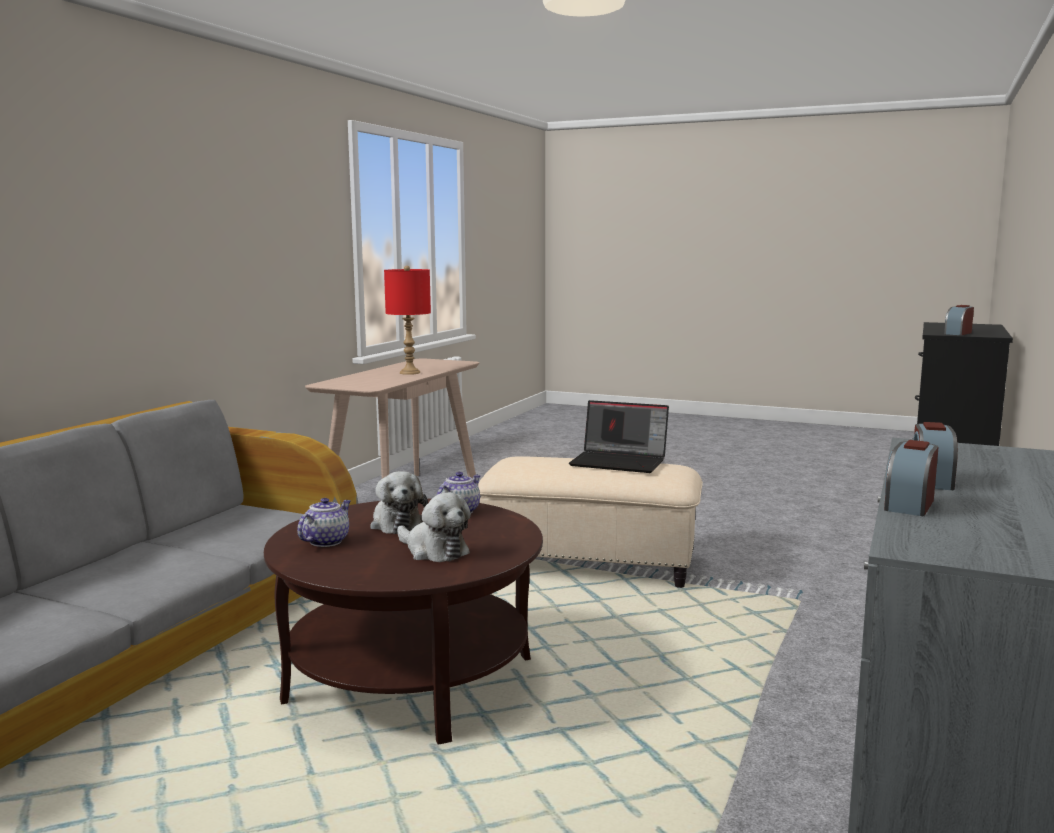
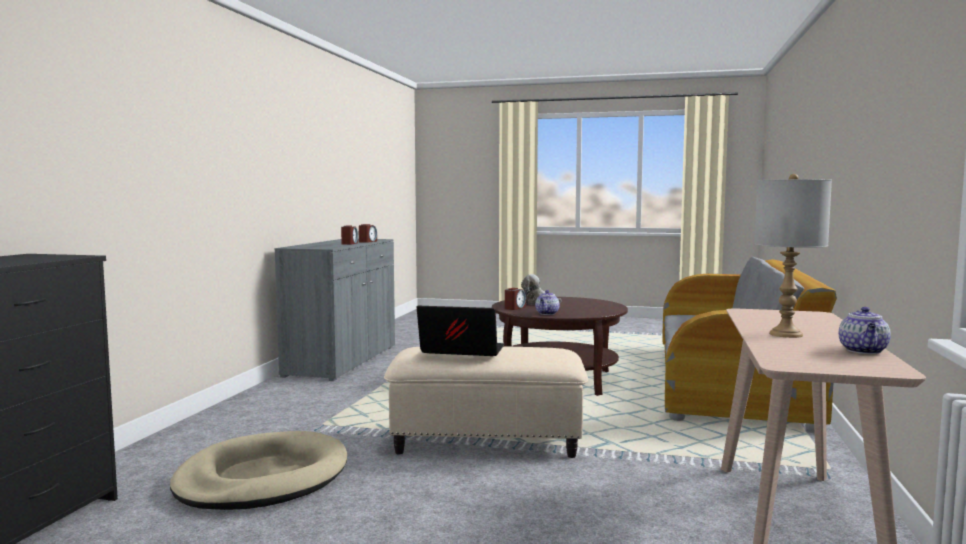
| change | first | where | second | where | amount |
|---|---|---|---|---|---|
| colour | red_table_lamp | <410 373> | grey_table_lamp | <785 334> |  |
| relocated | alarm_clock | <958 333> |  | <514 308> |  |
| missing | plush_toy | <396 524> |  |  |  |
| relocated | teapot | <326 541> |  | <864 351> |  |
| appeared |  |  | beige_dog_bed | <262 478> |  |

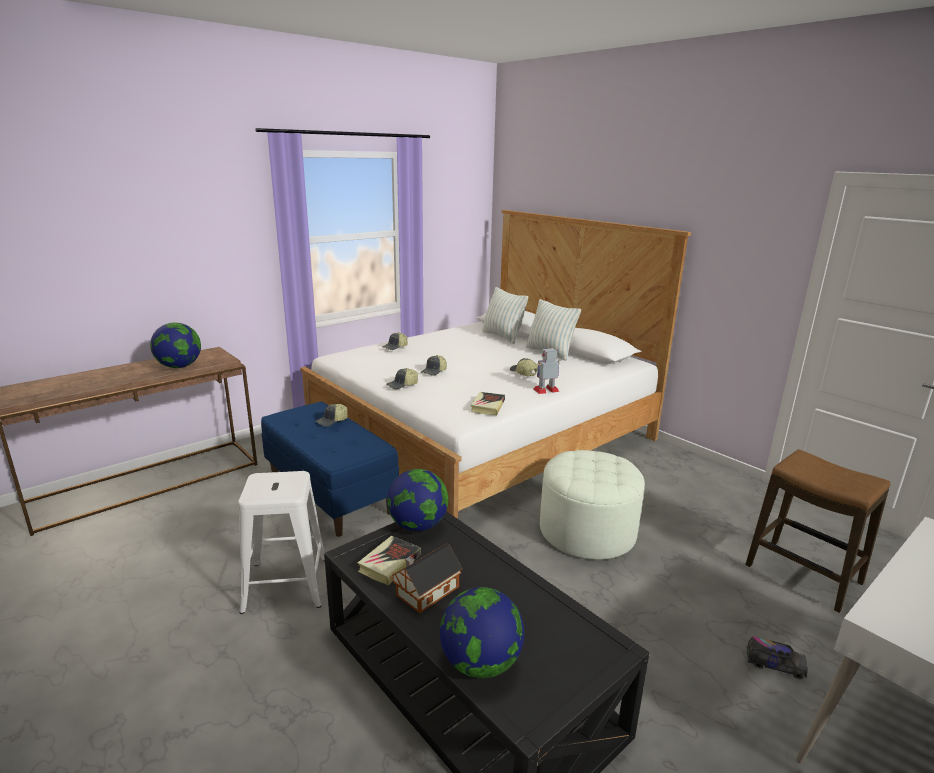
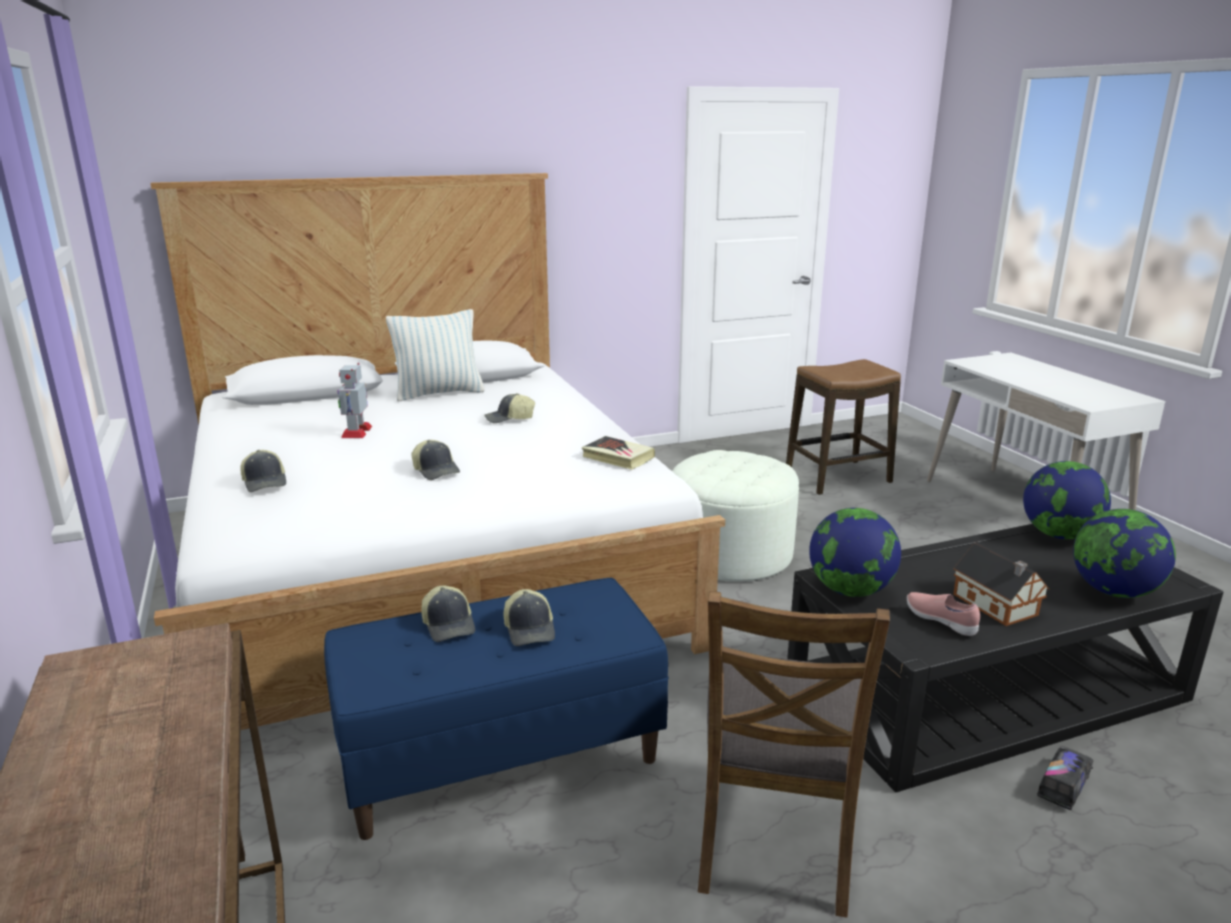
| change | first | where | second | where | amount |
|---|---|---|---|---|---|
| missing | pillow | <502 336> |  |  |  |
| relocated | globe | <179 366> |  | <1059 535> |  |
| relocated | toy_robot | <546 390> |  | <356 432> |  |
| relocated | cap | <402 385> |  | <530 630> |  |
| exchanged | white_stool | <286 584> | brown_chair | <775 836> |  |
| exchanged | book | <389 563> | pink_shoe | <941 621> |  |
| relocated | toy_truck | <774 664> |  | <1063 785> |  |

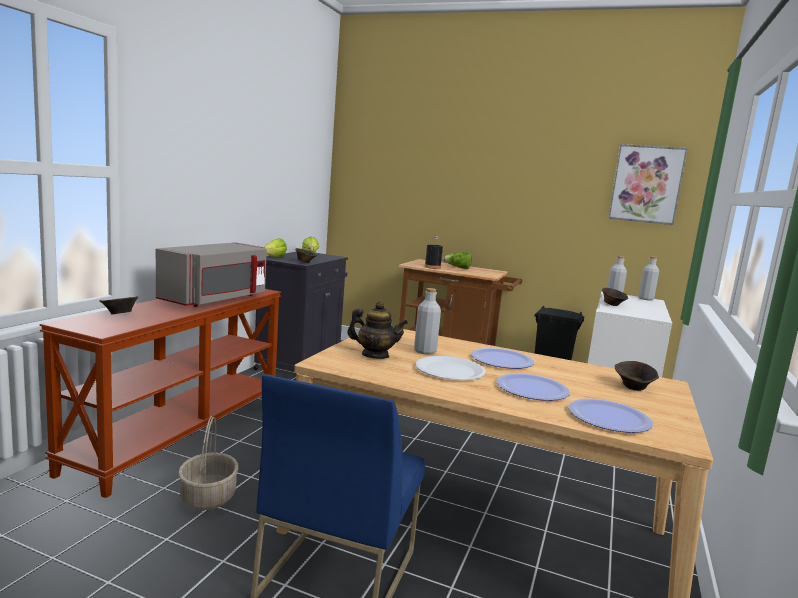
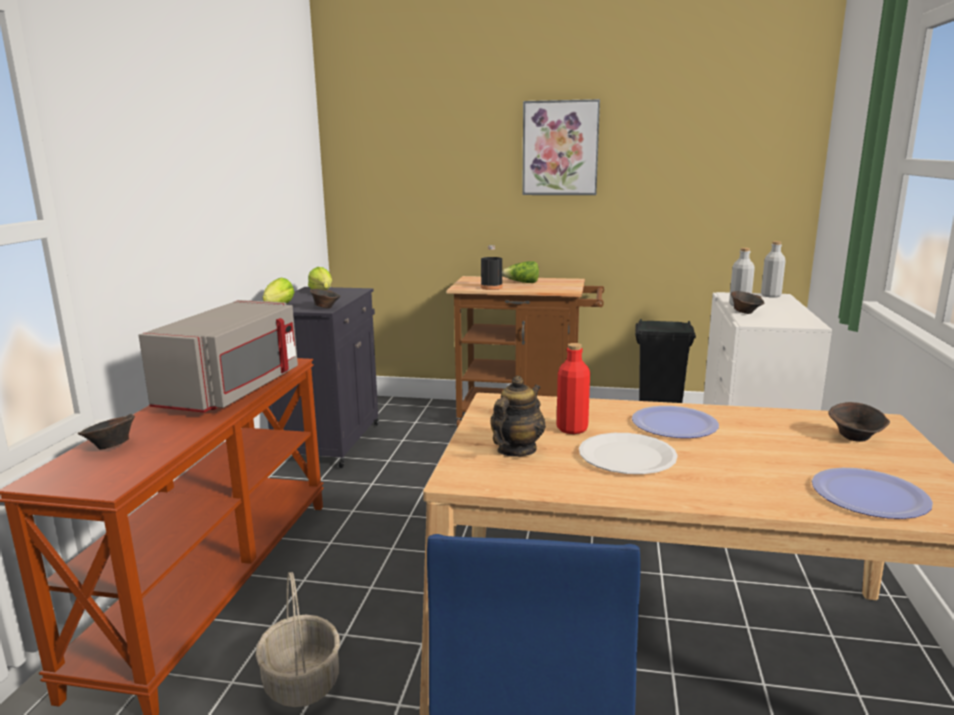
| change | first | where | second | where | amount |
|---|---|---|---|---|---|
| relocated | picture | <646 184> |  | <560 148> |  |
| colour | grey_bottle | <425 351> | red_bottle | <572 429> |  |
| spun | teapot | <375 355> |  | <516 450> | 60 degrees counterclockwise |
| missing | plate | <532 389> |  |  |  |

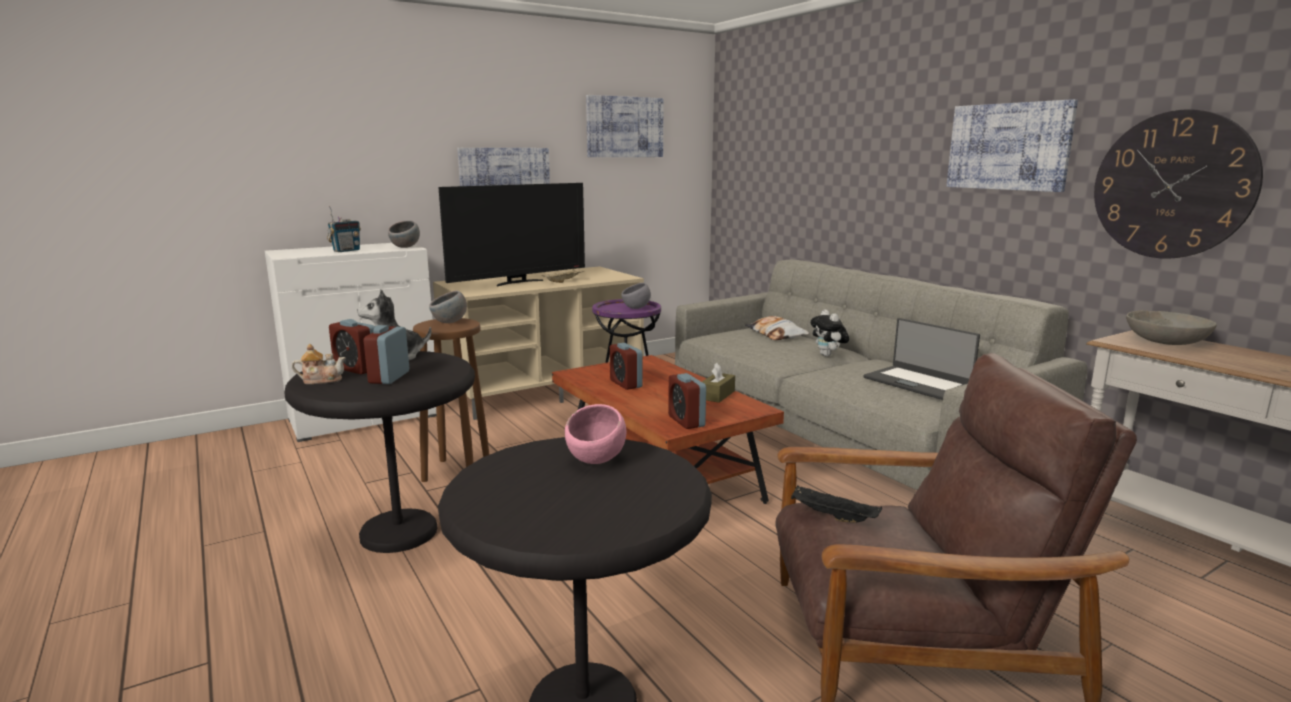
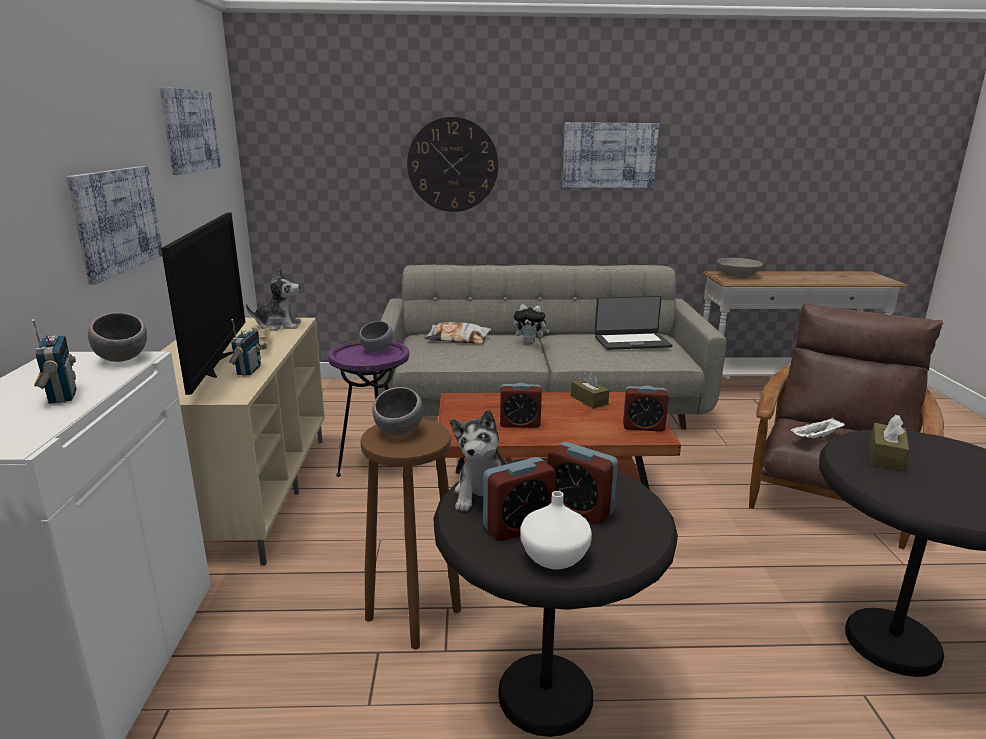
| change | first | where | second | where | amount |
|---|---|---|---|---|---|
| relocated | wall_clock | <1172 185> |  | <452 165> |  |
| exchanged | teapot | <321 380> | white_vase | <553 558> |  |
| exchanged | pink_bowl | <596 460> | brown_tissue_box | <885 456> |  |
| colour | black_tray | <832 517> | white_tray | <816 438> |  |
| appeared |  |  | plush_toy | <278 325> |  |
| appeared |  |  | radio | <248 370> |  |

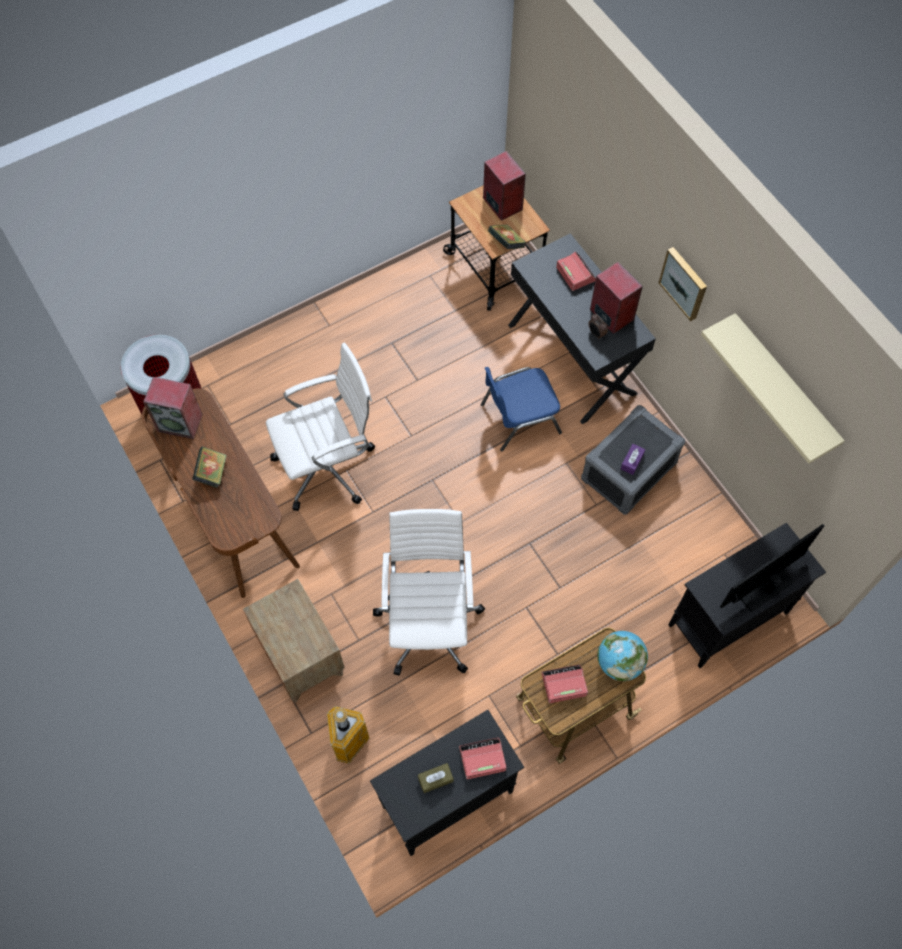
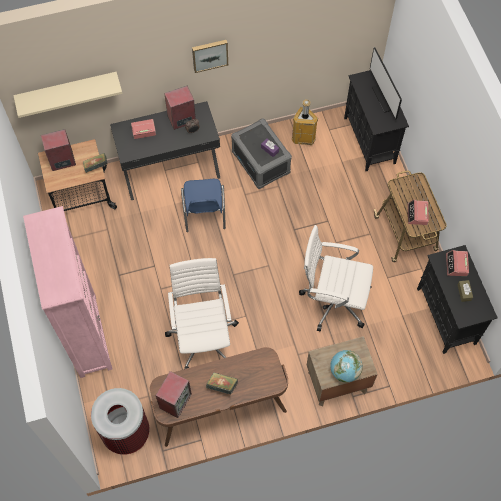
| change | first | where | second | where | amount |
|---|---|---|---|---|---|
| relocated | beige_shelf | <783 385> |  | <67 90> |  |
| relocated | globe | <619 662> |  | <344 371> |  |
| relocated | trash_can | <348 743> |  | <303 138> |  |
| appeared |  |  | pink_bookcase | <88 335> |  |

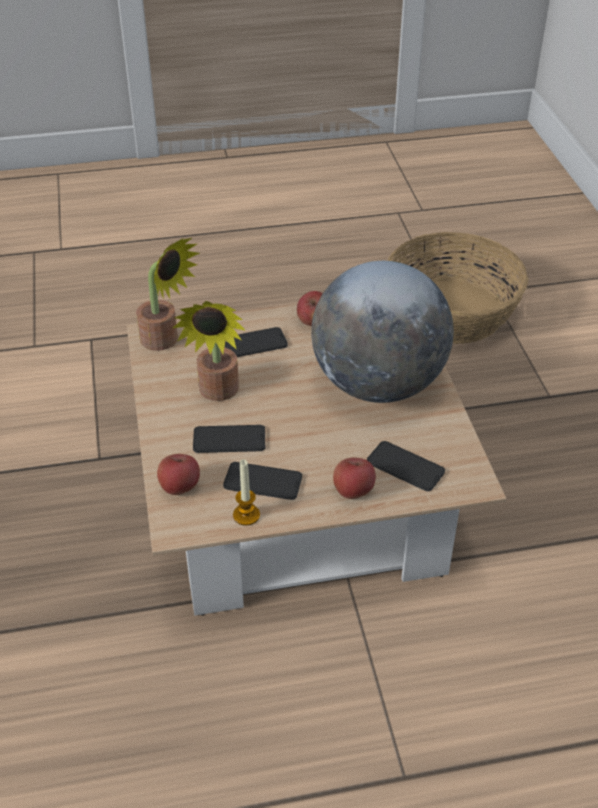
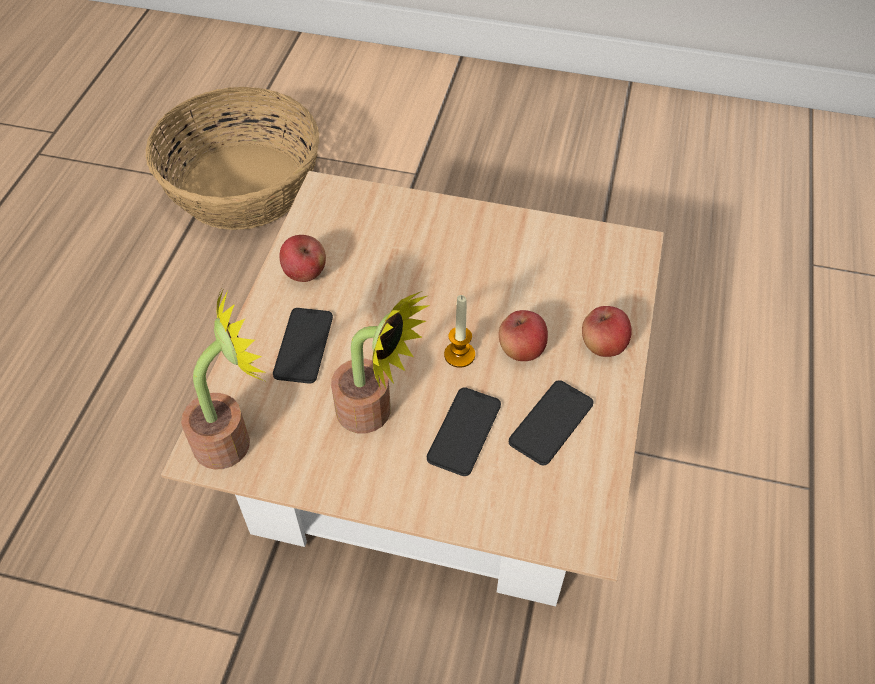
| change | first | where | second | where | amount |
|---|---|---|---|---|---|
| missing | globe | <377 384> |  |  |  |
| missing | phone | <405 466> |  |  |  |
| relocated | apple | <179 487> |  | <521 350> |  |
| relocated | candle | <246 515> |  | <459 355> |  |

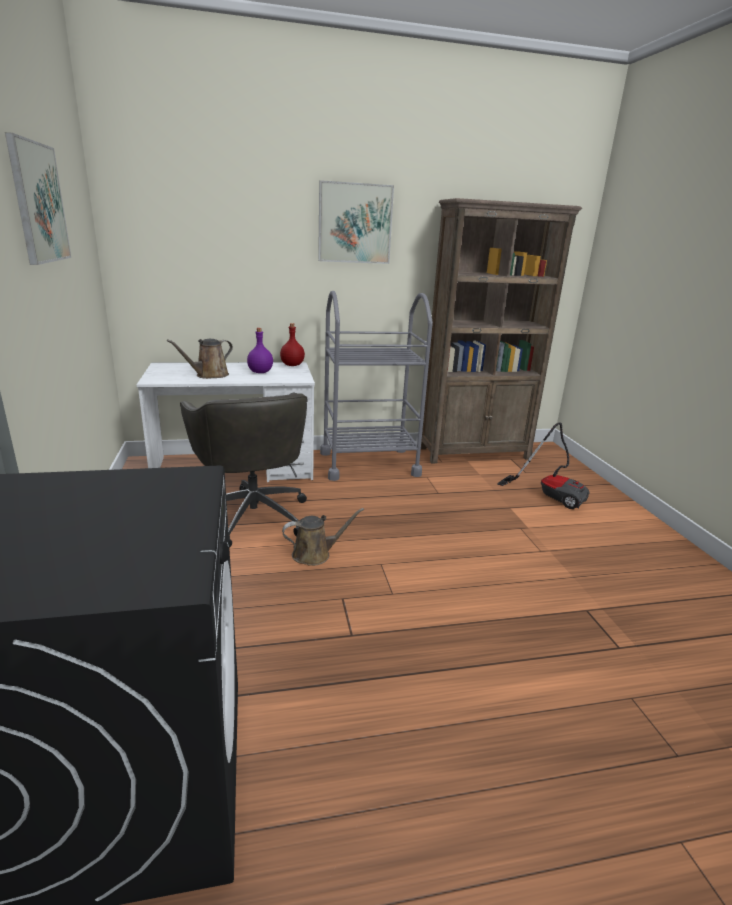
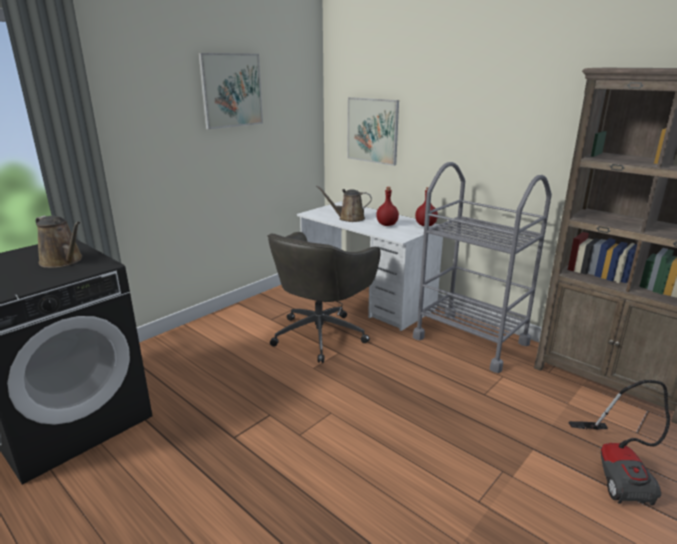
| change | first | where | second | where | amount |
|---|---|---|---|---|---|
| relocated | picture | <355 223> |  | <372 130> |  |
| colour | purple_bottle | <260 372> | red_bottle | <387 224> |  |
| relocated | brown_watering_can | <315 554> |  | <63 261> |  |

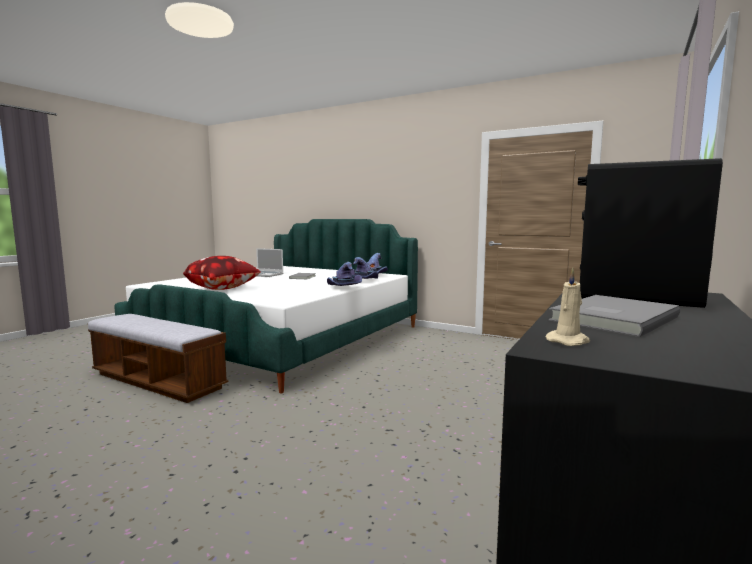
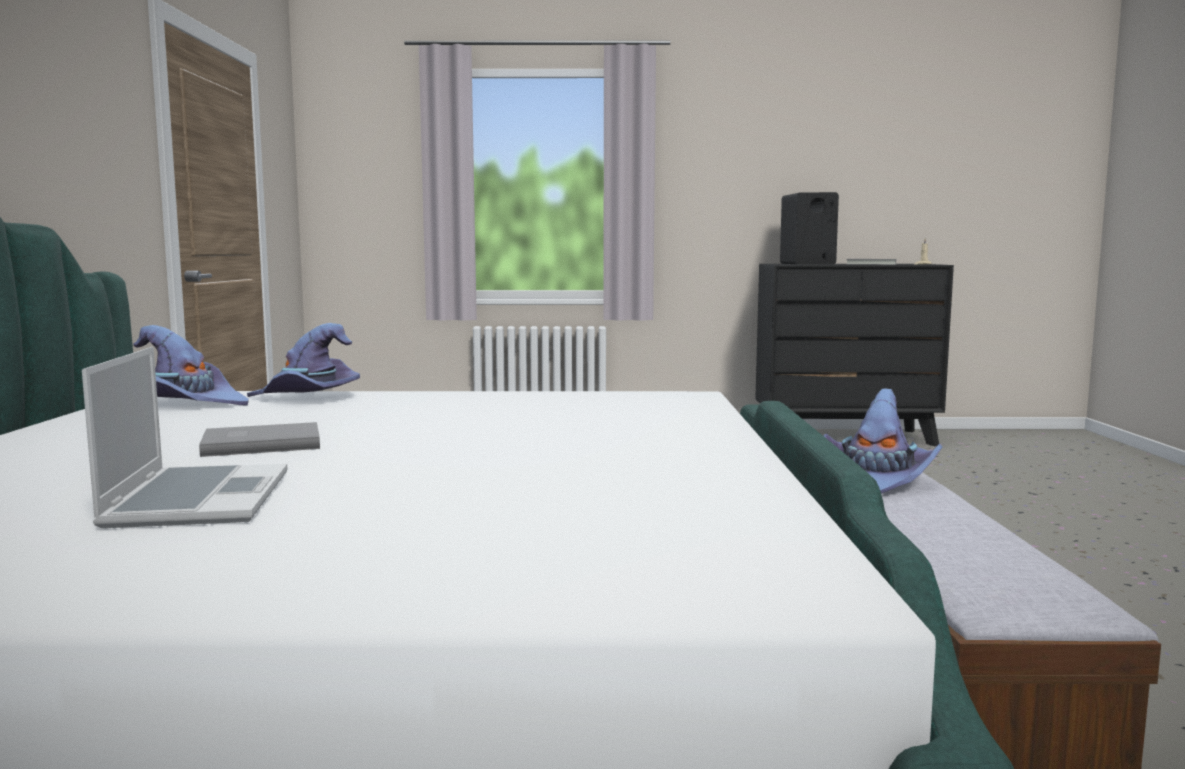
| change | first | where | second | where | amount |
|---|---|---|---|---|---|
| missing | pillow | <223 289> |  |  |  |
| relocated | purple_hat | <343 288> |  | <877 480> |  |

